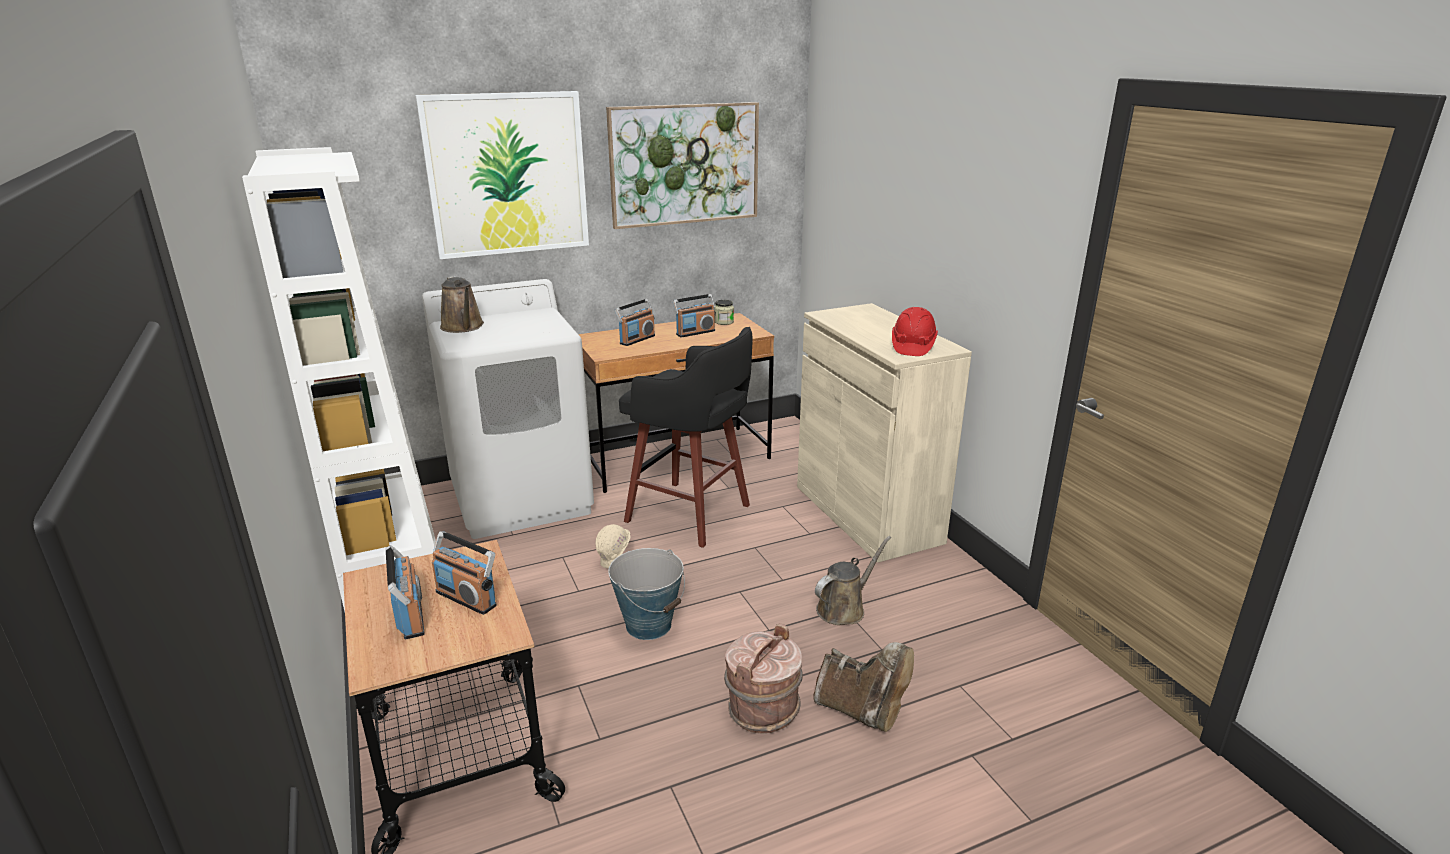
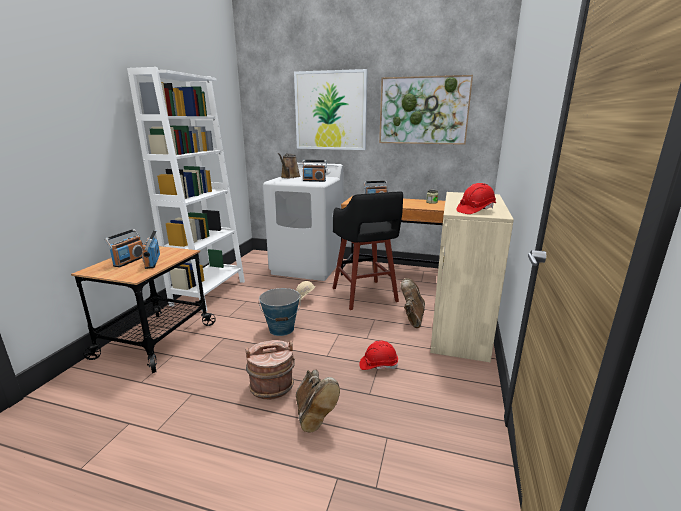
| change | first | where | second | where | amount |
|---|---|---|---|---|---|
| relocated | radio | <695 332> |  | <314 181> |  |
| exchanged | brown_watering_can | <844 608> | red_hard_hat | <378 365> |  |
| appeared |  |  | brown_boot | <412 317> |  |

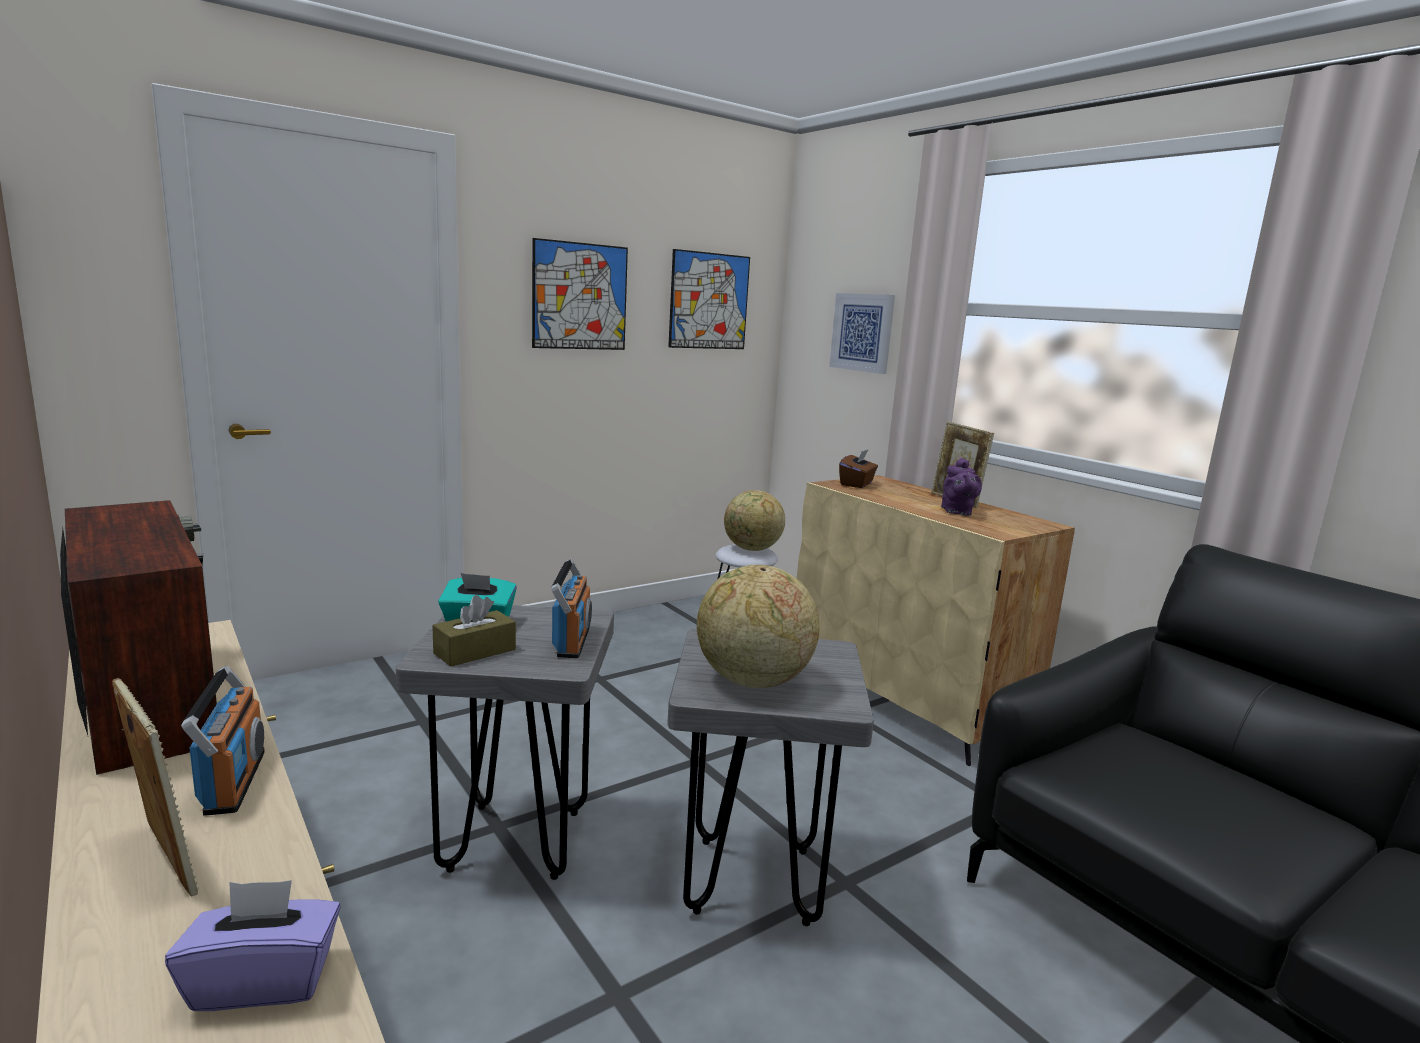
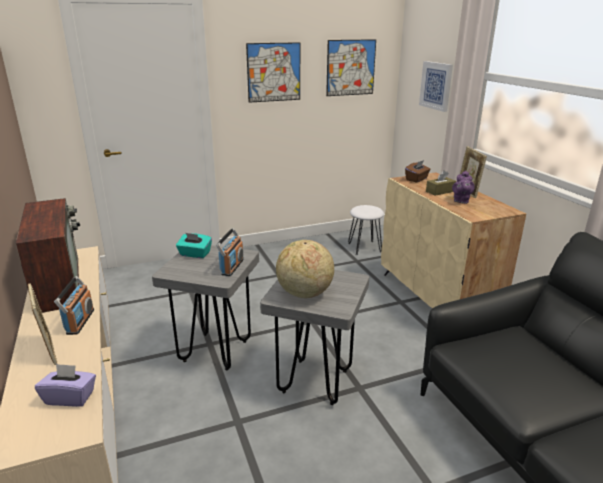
| change | first | where | second | where | amount |
|---|---|---|---|---|---|
| missing | globe | <752 549> |  |  |  |
| relocated | brown_tissue_box | <475 651> |  | <440 191> |  |

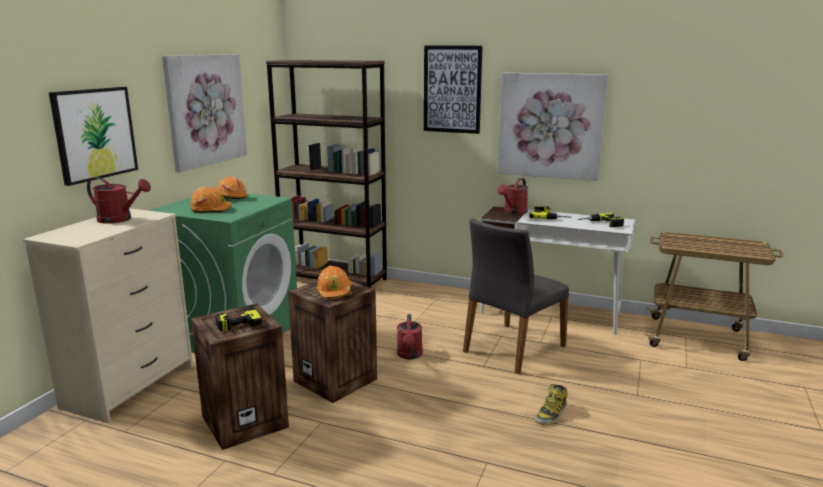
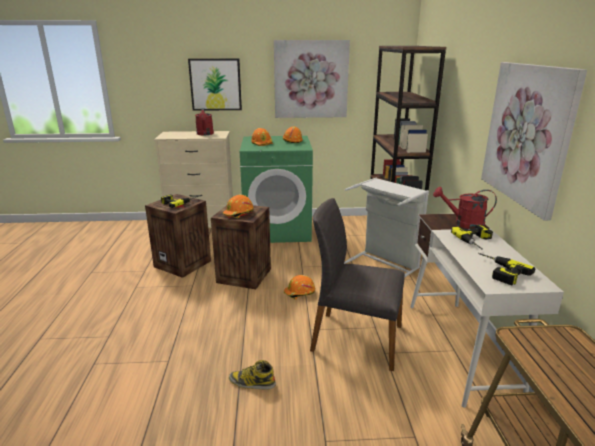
| change | first | where | second | where | amount |
|---|---|---|---|---|---|
| missing | picture | <452 89> |  |  |  |
| exchanged | red_watering_can | <410 355> | orange_hard_hat | <299 293> |  |
| appeared |  |  | grey_laundry_basket | <384 264> |  |

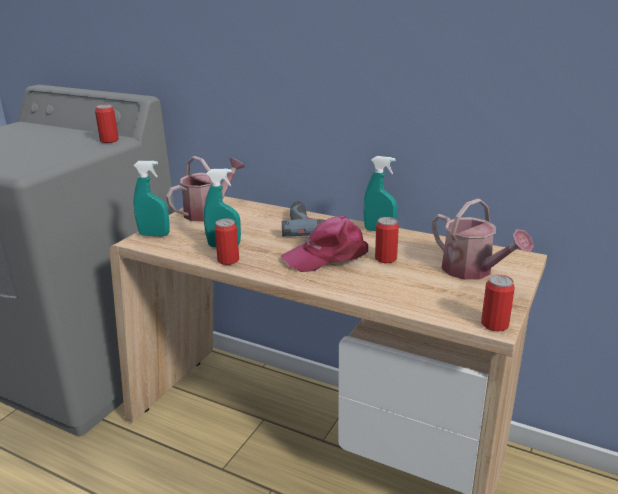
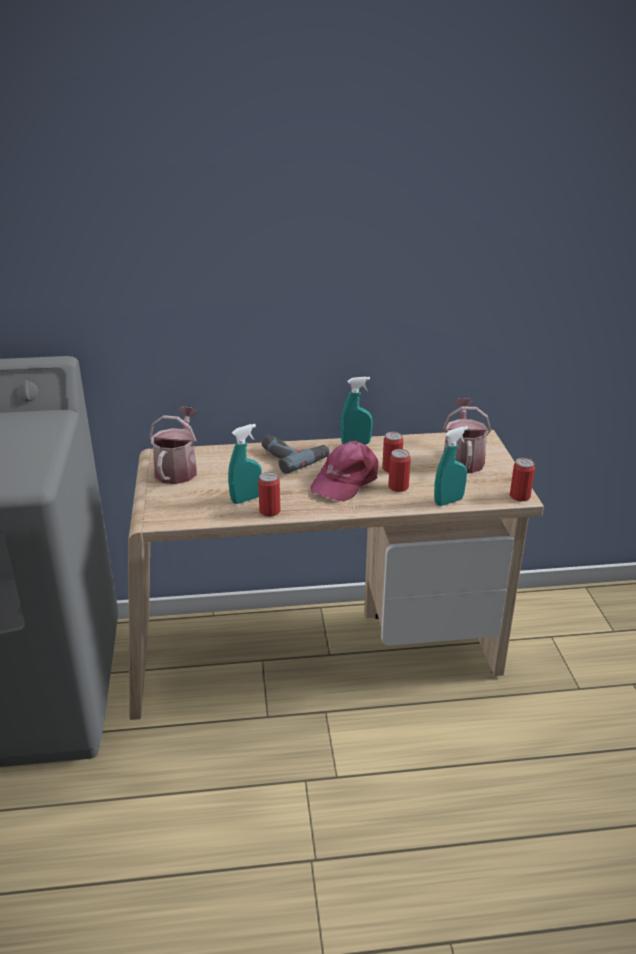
| change | first | where | second | where | amount |
|---|---|---|---|---|---|
| relocated | can | <109 140> |  | <398 487> |  |
| relocated | turquoise_spray_bottle | <154 235> |  | <448 501> |  |
| spun | watering_can | <472 271> |  | <462 459> | 105 degrees counterclockwise |

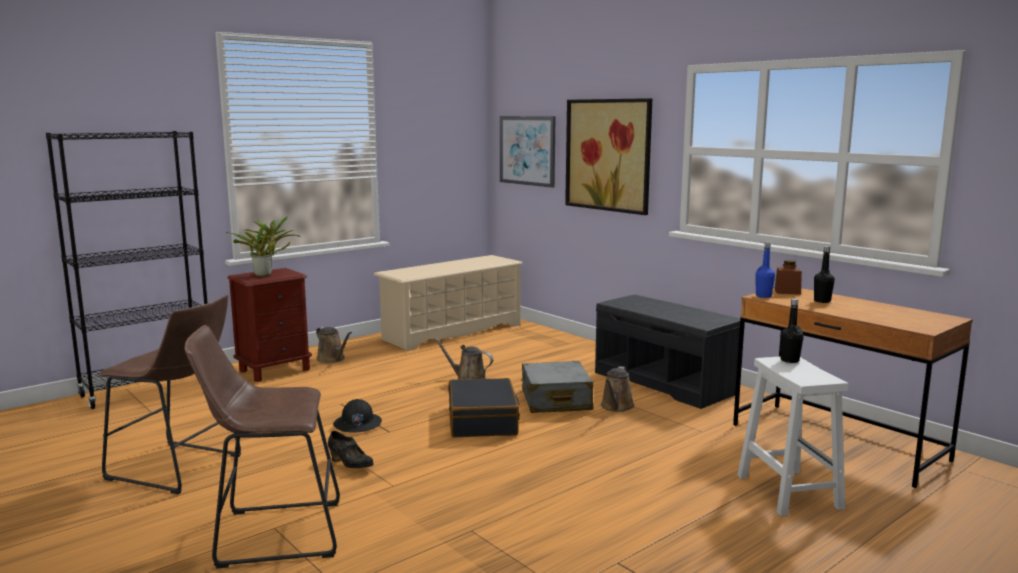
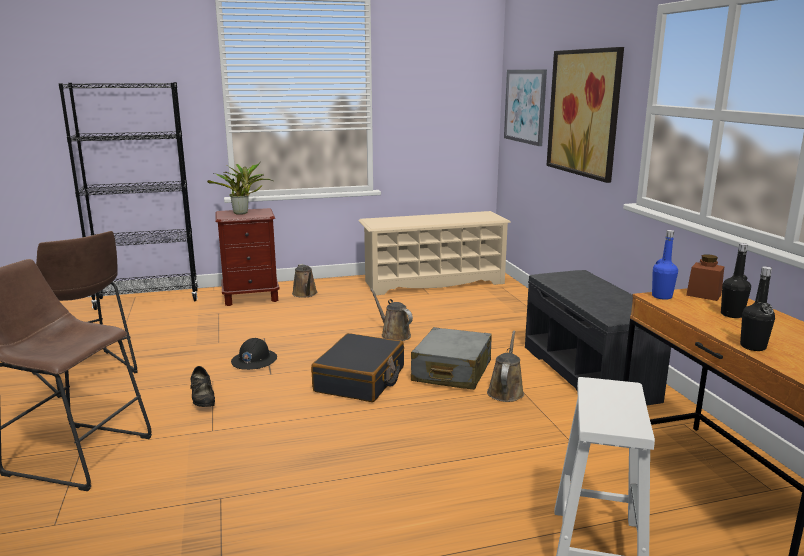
| change | first | where | second | where | amount |
|---|---|---|---|---|---|
| relocated | black_bottle | <789 360> |  | <753 347> |  |
| spun | brown_watering_can | <616 407> |  | <506 391> | 150 degrees clockwise |

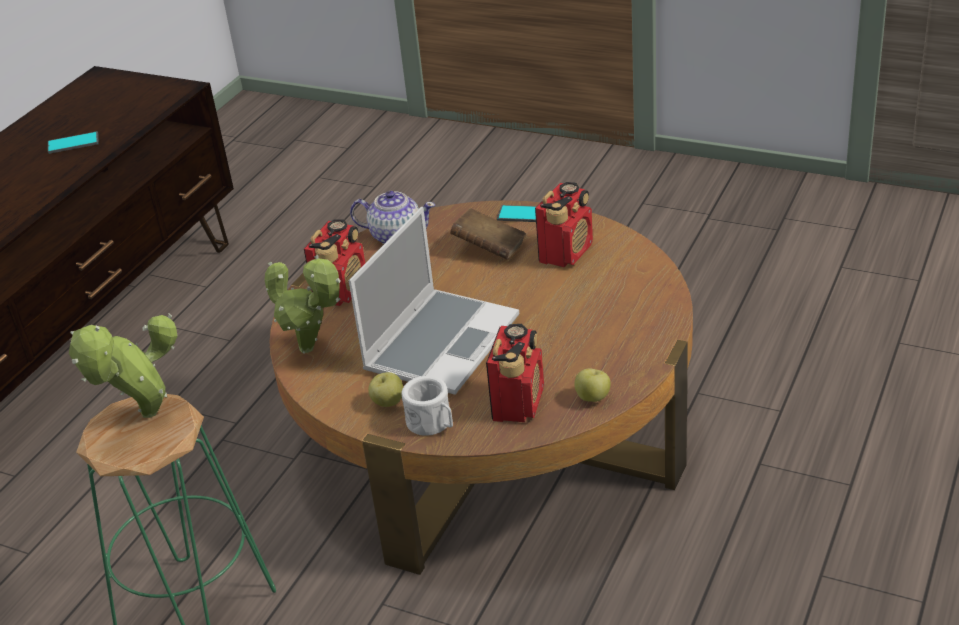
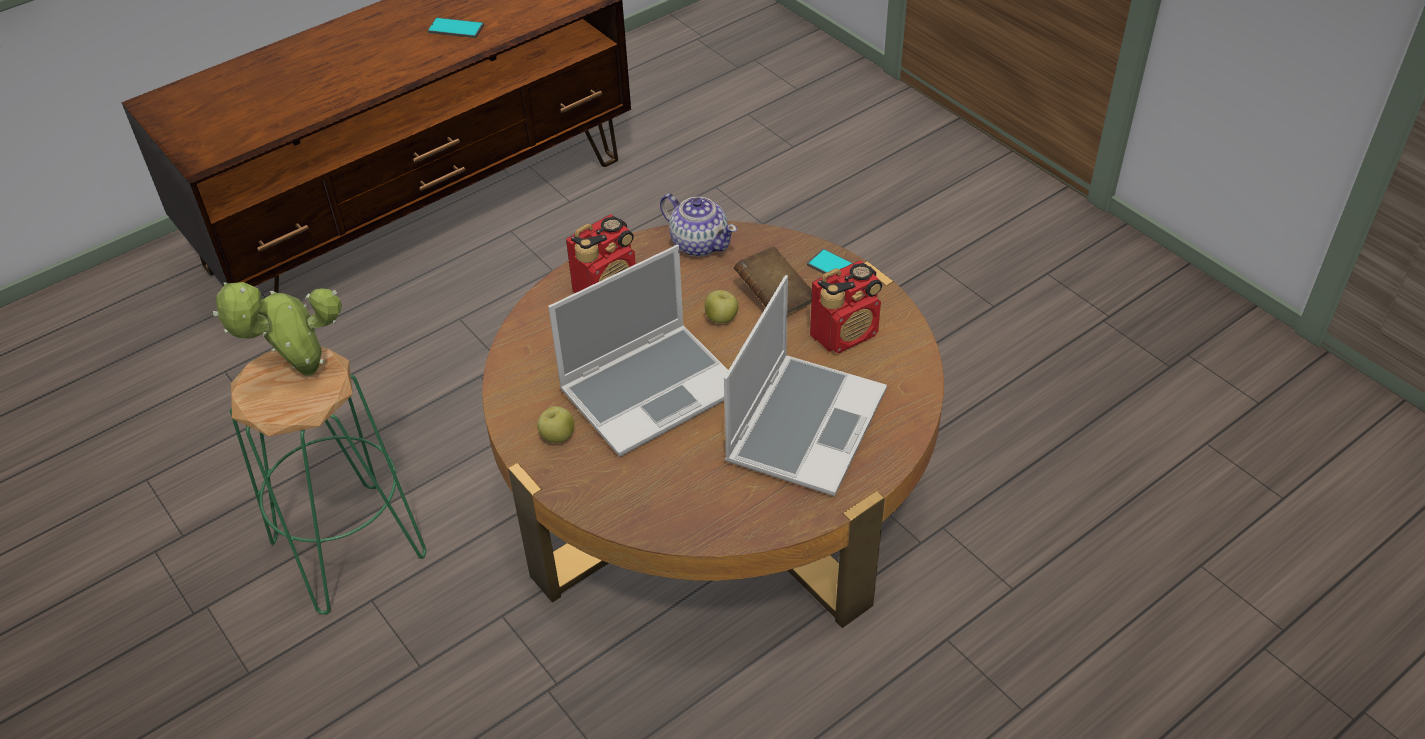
| change | first | where | second | where | amount |
|---|---|---|---|---|---|
| missing | potted_plant | <312 349> |  |  |  |
| missing | radio | <518 402> |  |  |  |
| relocated | apple | <593 398> |  | <721 318> |  |
| missing | white_mug | <432 424> |  |  |  |
| appeared |  |  | laptop | <804 424> |  |

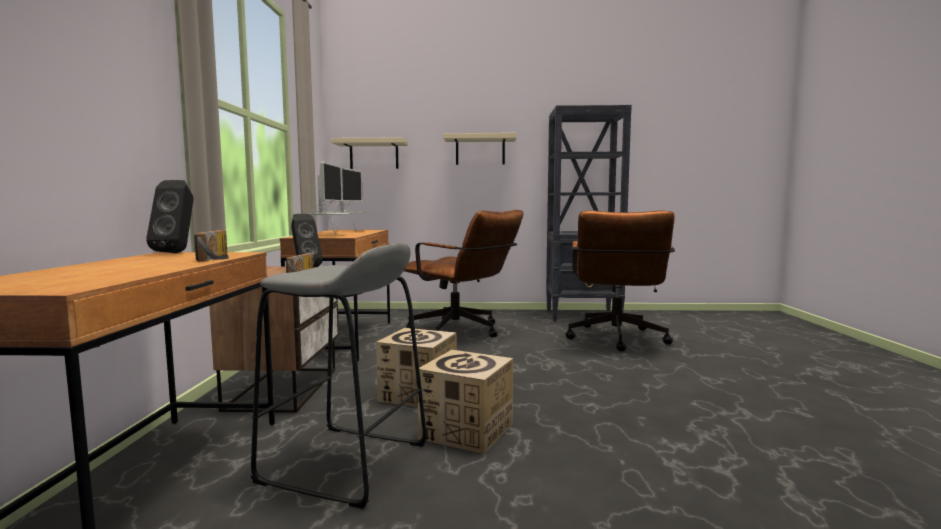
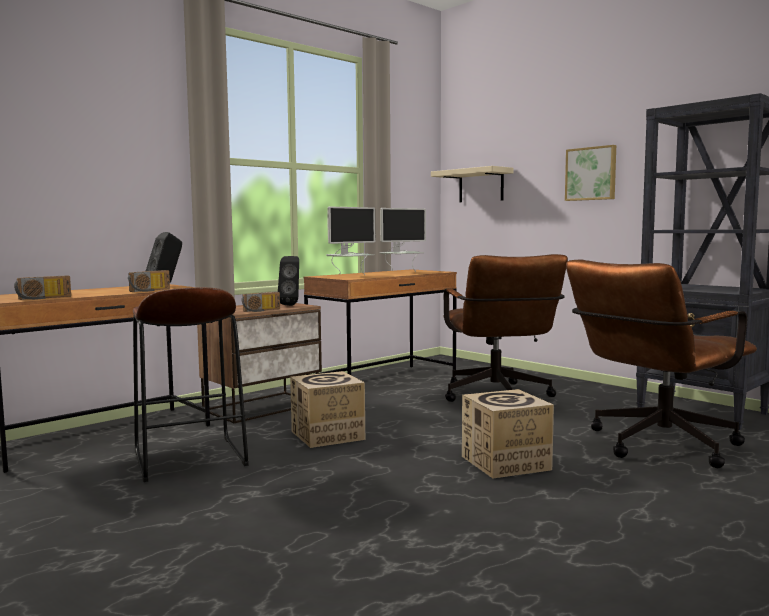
| change | first | where | second | where | amount |
|---|---|---|---|---|---|
| exchanged | beige_shelf | <480 150> | picture | <591 174> |  |
| colour | grey_stool | <345 463> | brown_stool | <189 458> |  |
| relocated | cardboard_box | <466 431> |  | <505 463> |  |
| appeared |  |  | radio | <44 298> |  |

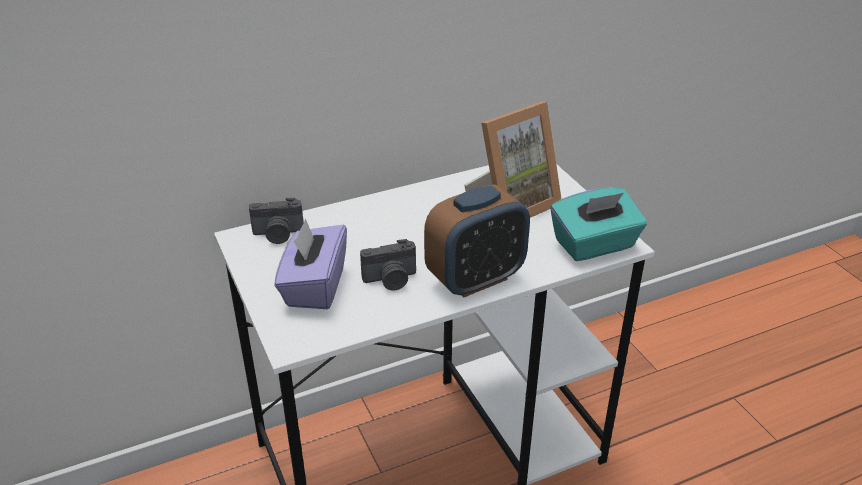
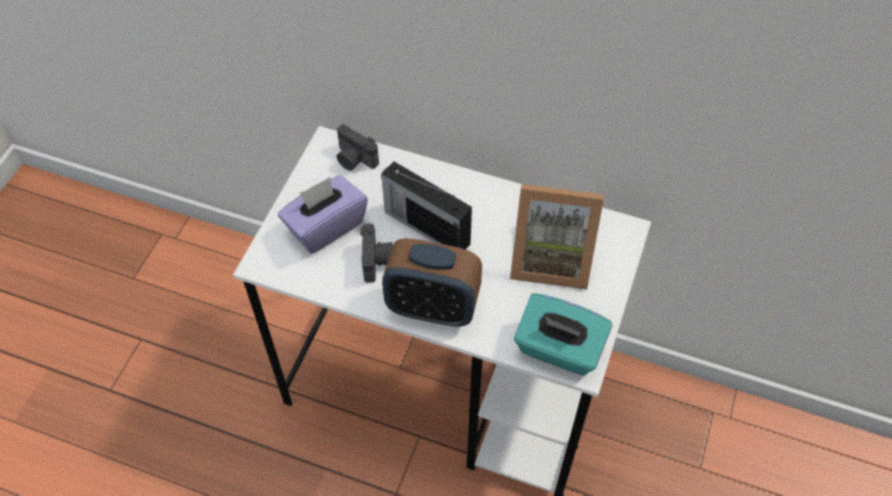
| change | first | where | second | where | amount |
|---|---|---|---|---|---|
| spun | photo_camera | <391 280> |  | <377 261> | 120 degrees counterclockwise |
| appeared |  |  | radio | <425 226> |  |

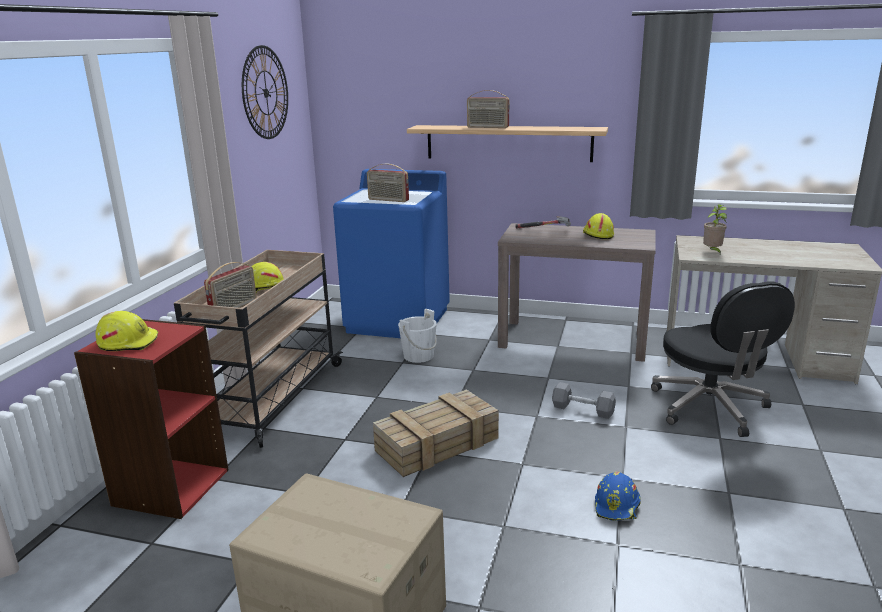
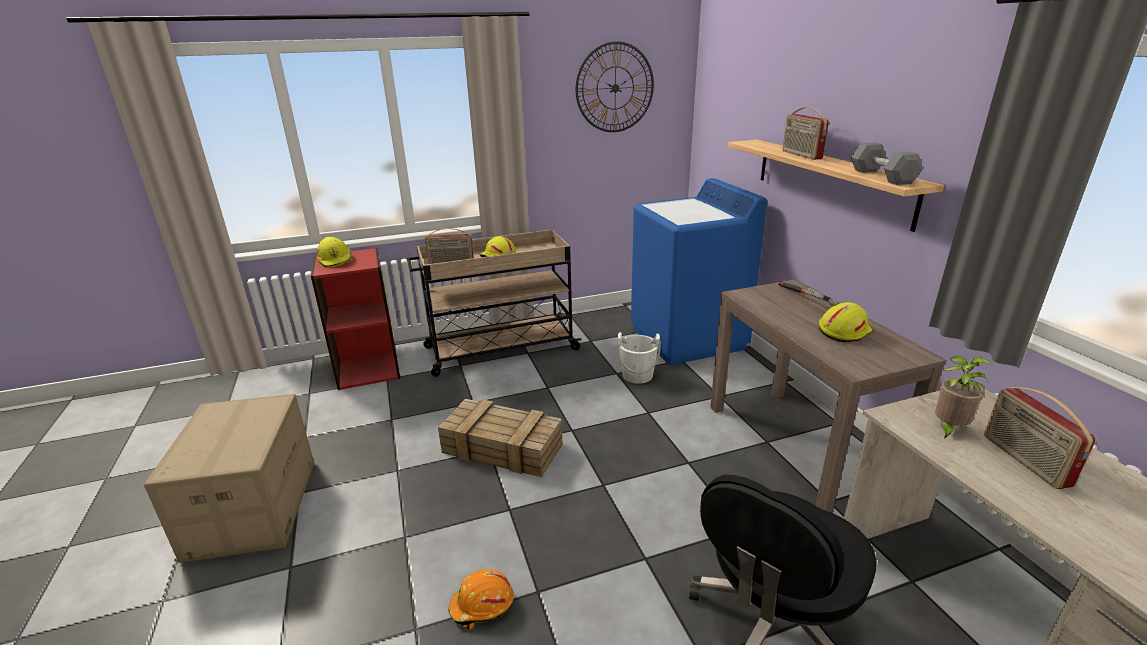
| change | first | where | second | where | amount |
|---|---|---|---|---|---|
| relocated | radio | <388 200> |  | <1023 460> |  |
| relocated | grey_dumbbell | <583 410> |  | <882 176> |  |
| colour | blue_hard_hat | <617 506> | orange_hard_hat | <482 606> |  |

